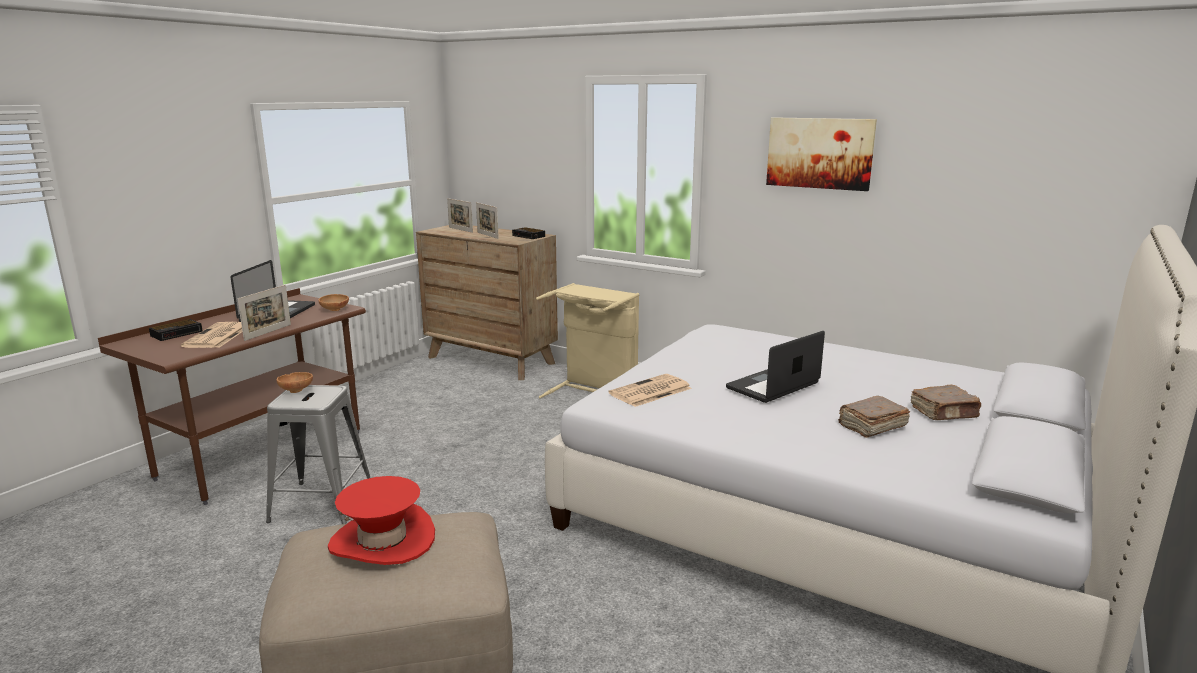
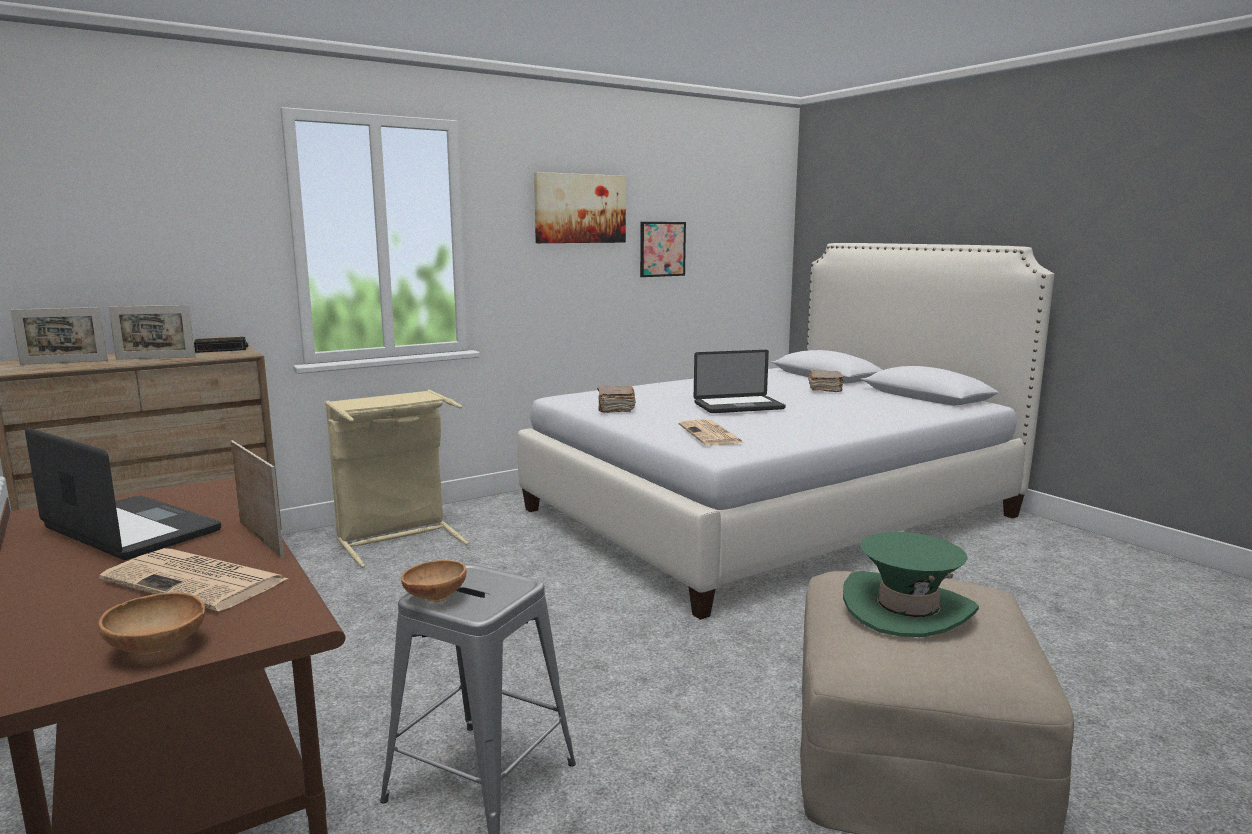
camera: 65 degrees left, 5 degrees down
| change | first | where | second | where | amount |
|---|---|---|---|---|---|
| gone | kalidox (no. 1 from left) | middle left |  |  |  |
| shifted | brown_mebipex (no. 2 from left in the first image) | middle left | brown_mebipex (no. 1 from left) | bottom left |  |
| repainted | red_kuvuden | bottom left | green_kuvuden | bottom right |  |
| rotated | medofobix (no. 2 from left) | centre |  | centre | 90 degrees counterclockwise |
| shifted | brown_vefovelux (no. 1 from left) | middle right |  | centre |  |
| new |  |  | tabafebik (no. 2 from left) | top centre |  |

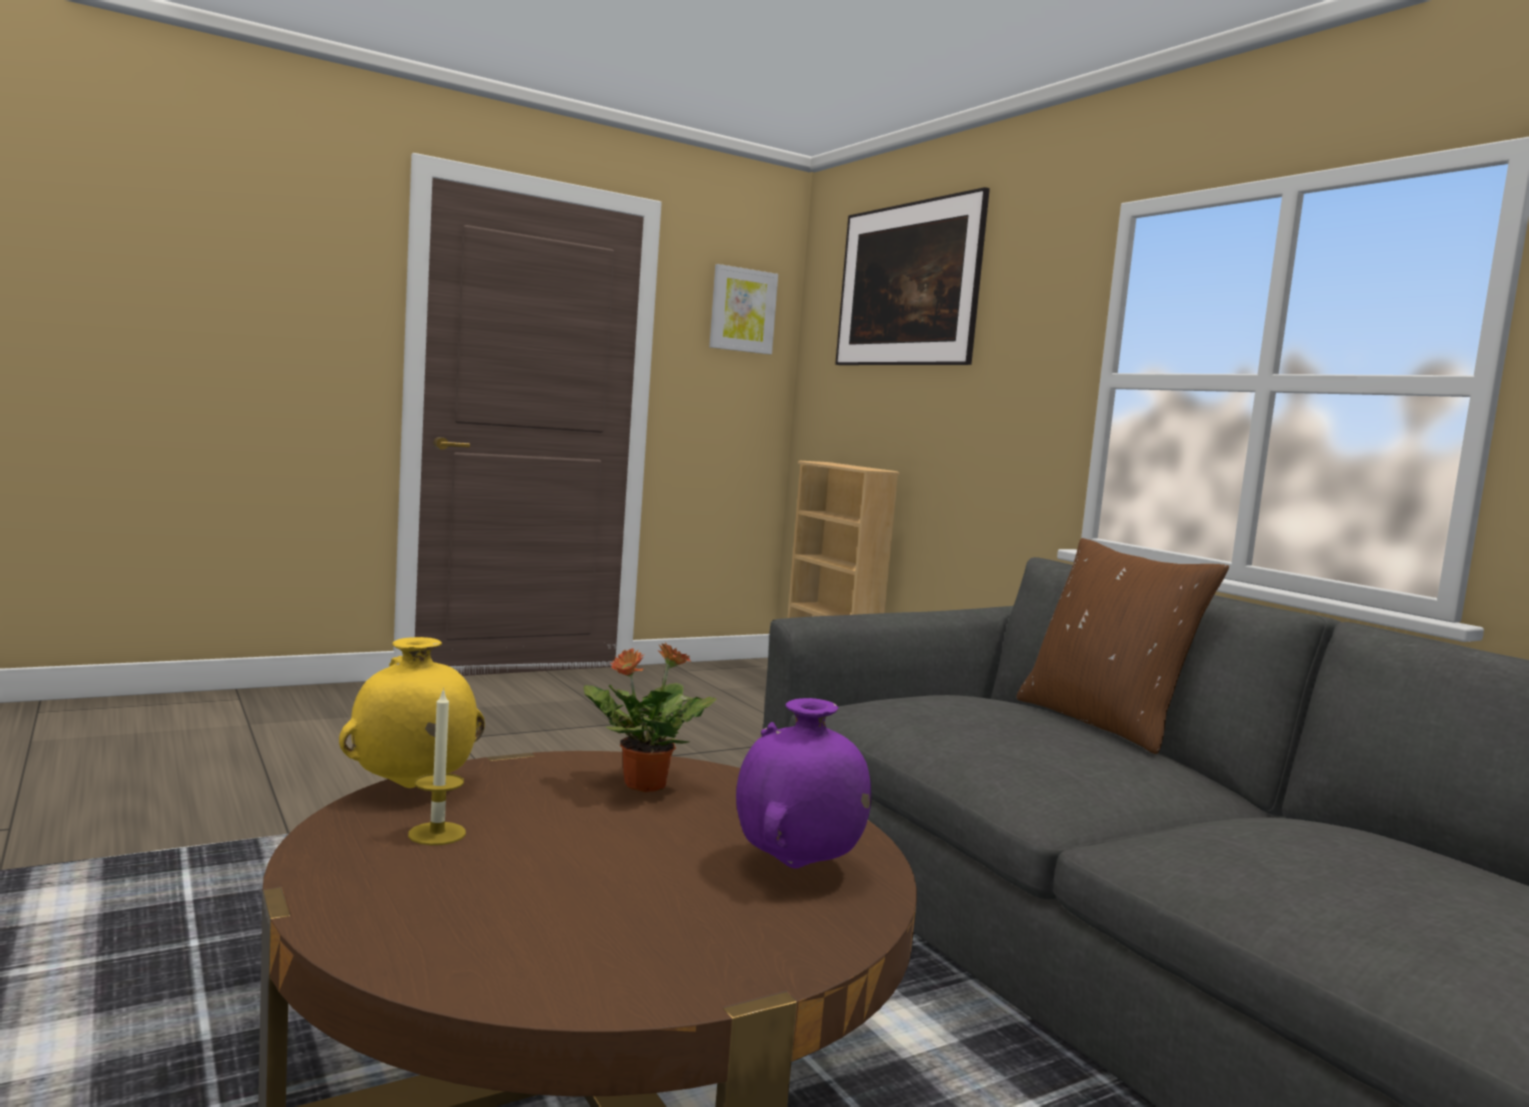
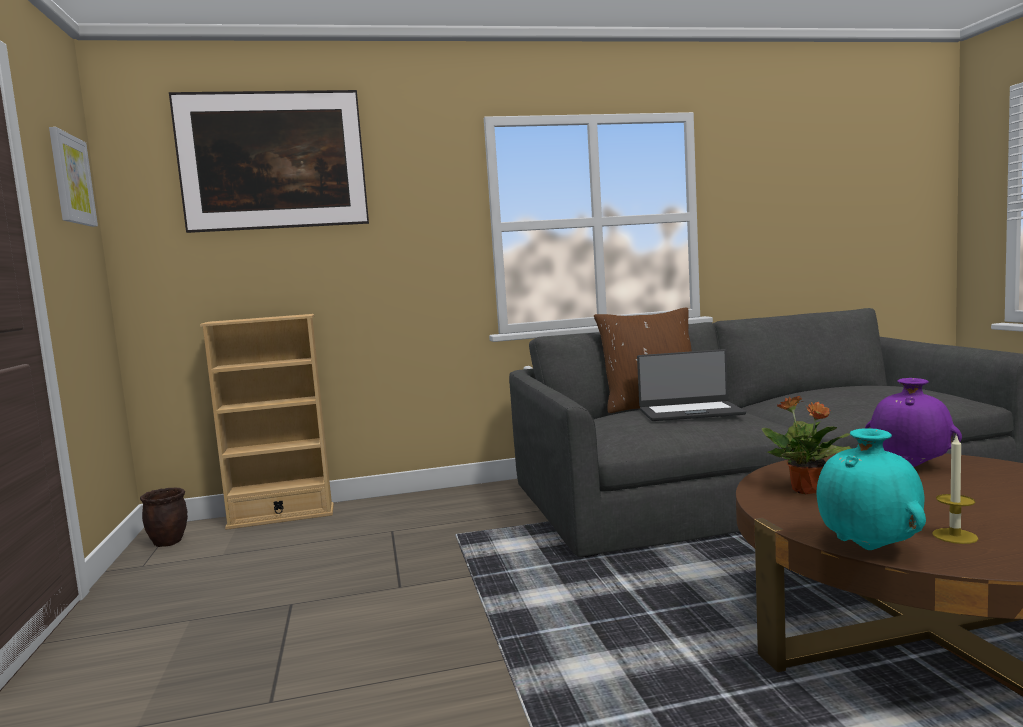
camera: 70 degrees left, 0 degrees up
| change | first | where | second | where | amount |
|---|---|---|---|---|---|
| repainted | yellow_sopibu | middle left | turquoise_sopibu | bottom right |  |
| new |  |  | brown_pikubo | bottom left |  |
| new |  |  | medofobix | middle right |  |

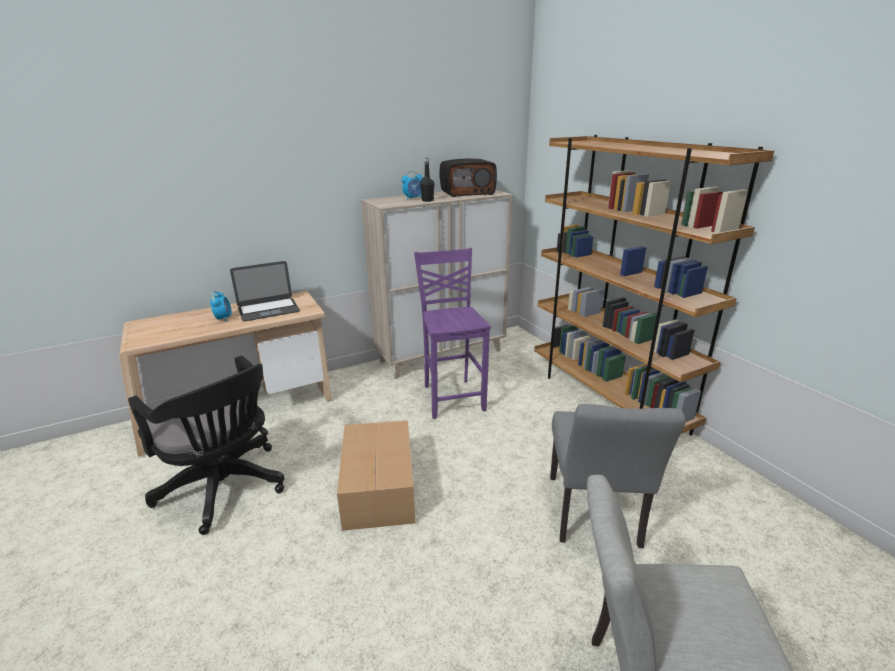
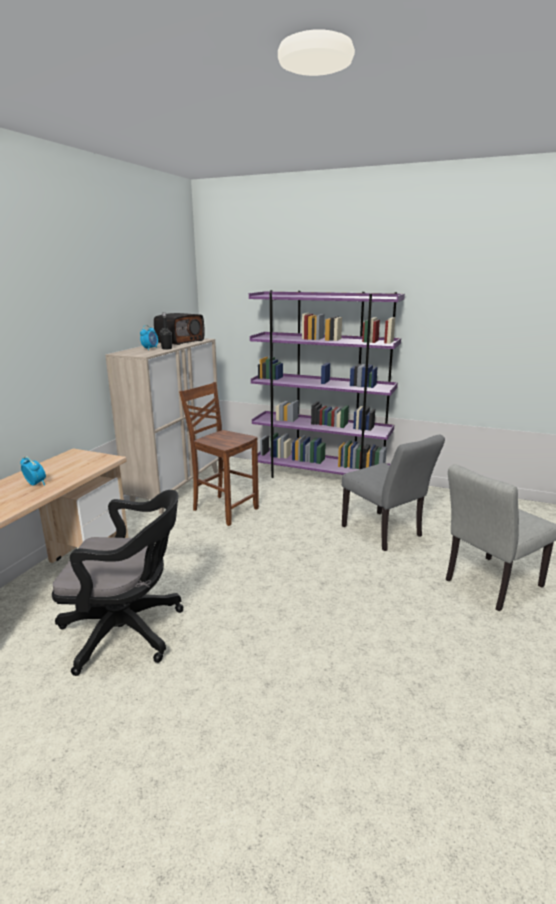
camera: 40 degrees left, 5 degrees down
| change | first | where | second | where | amount |
|---|---|---|---|---|---|
| gone | medofobix | middle left |  |  |  |
| gone | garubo | bottom centre |  |  |  |
| repainted | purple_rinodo | centre | brown_rinodo | centre |  |
| repainted | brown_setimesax | middle right | purple_setimesax | centre |  |

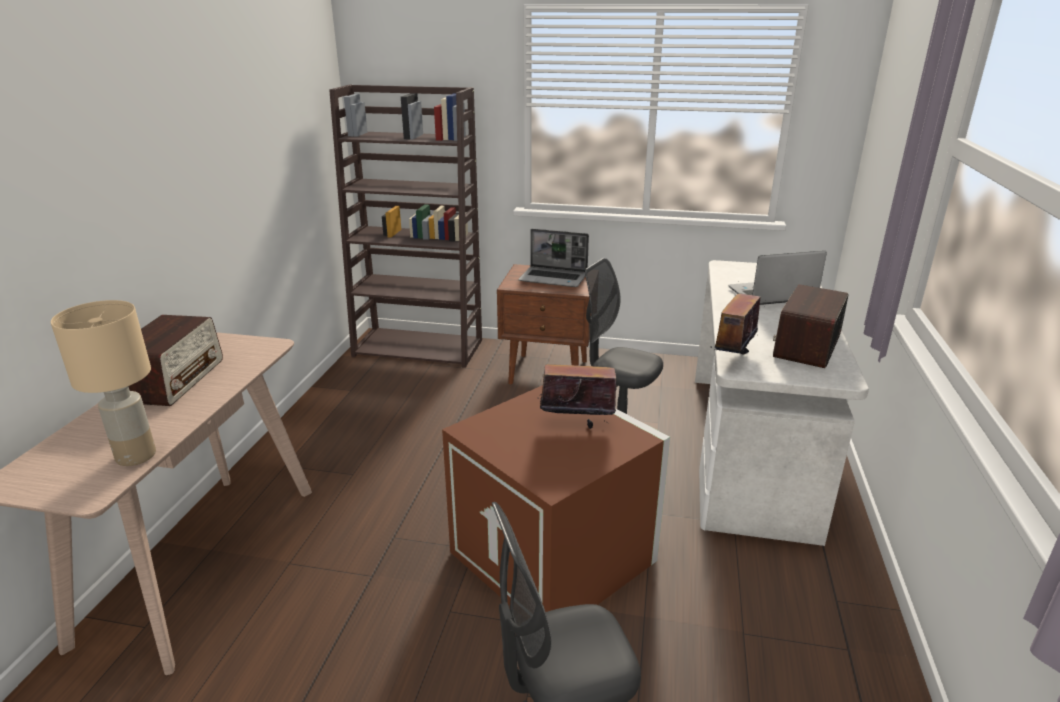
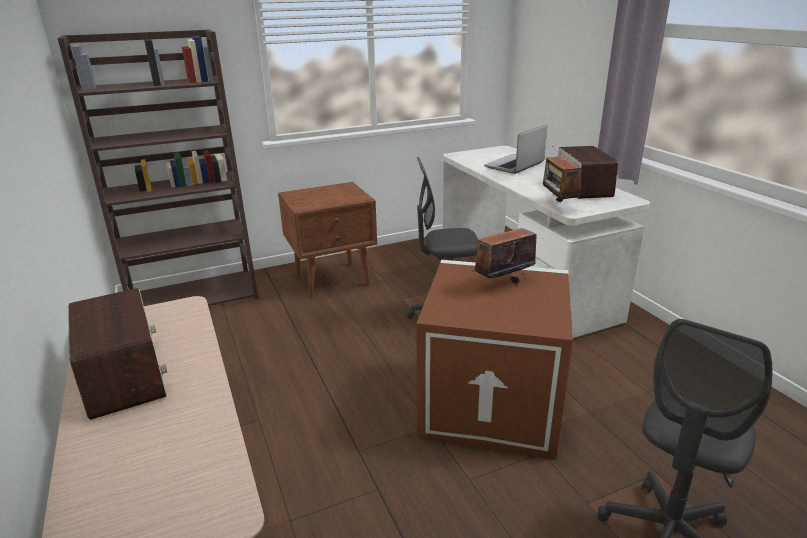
camera: 35 degrees left, 0 degrees up
| change | first | where | second | where | amount |
|---|---|---|---|---|---|
| gone | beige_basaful | middle left |  |  |  |
| gone | medofobix (no. 1 from left) | centre |  |  |  |

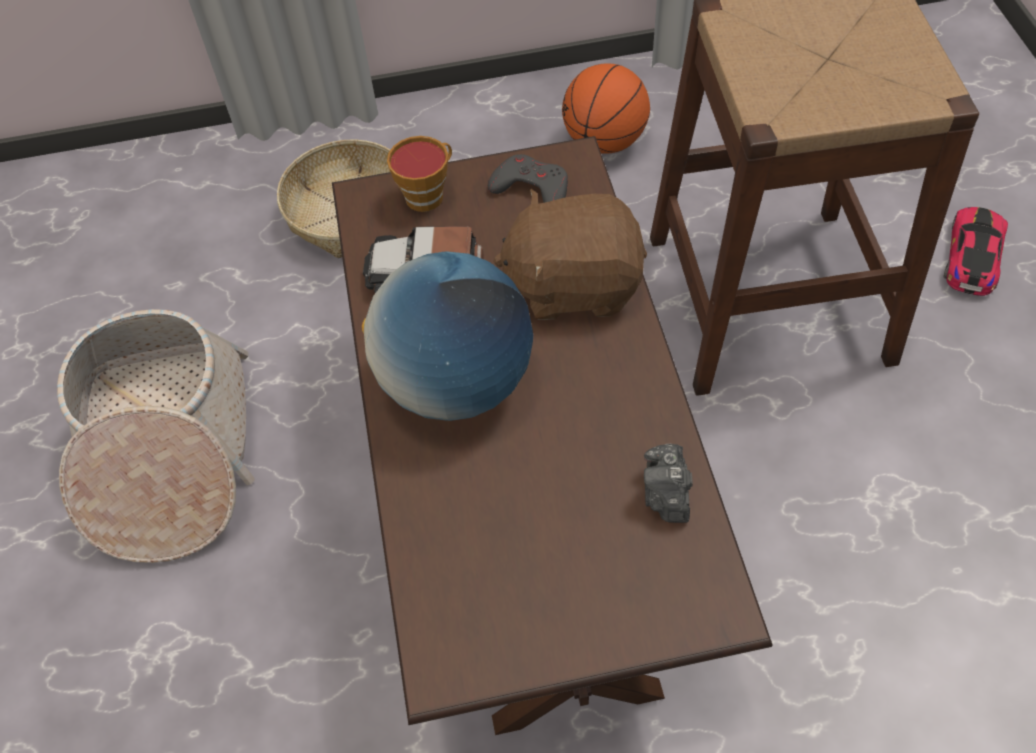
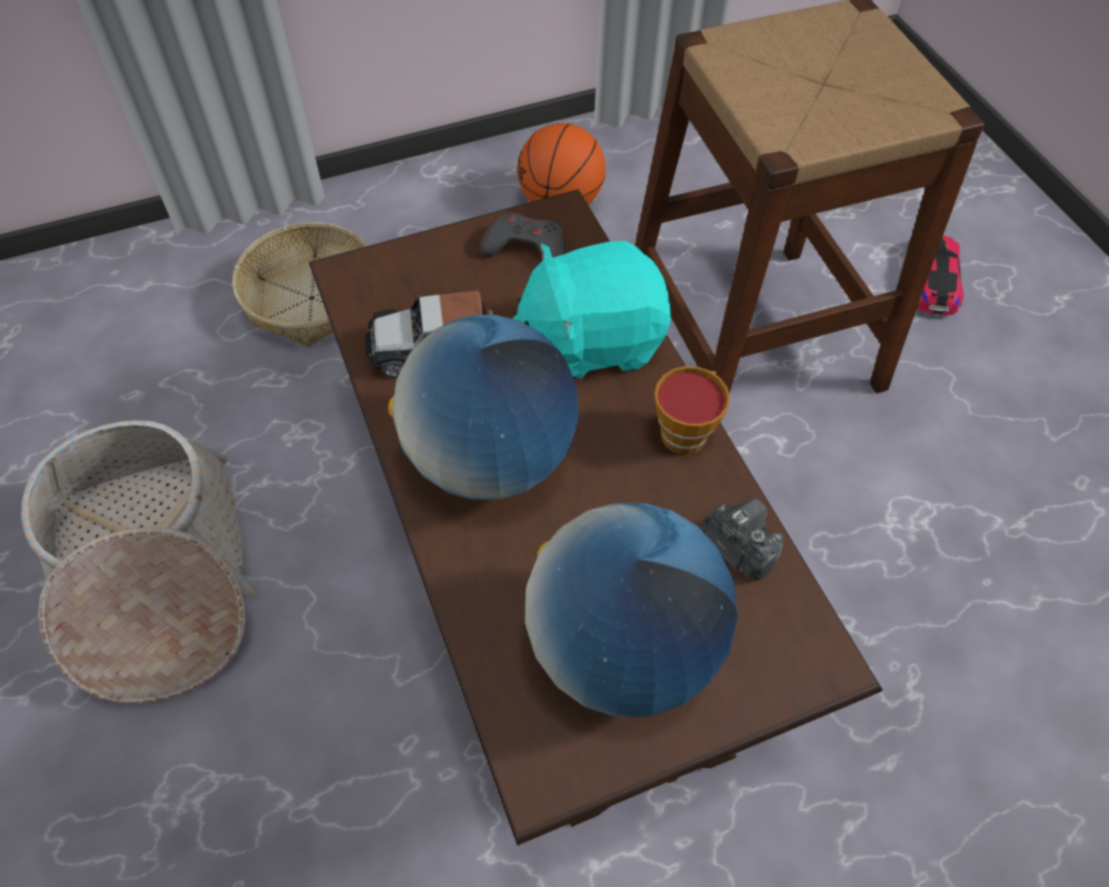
camera: 15 degrees left, 0 degrees up
| change | first | where | second | where | amount |
|---|---|---|---|---|---|
| shifted | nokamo | top centre |  | centre |  |
| repainted | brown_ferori | centre | turquoise_ferori | centre |  |
| rotated | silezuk | centre |  | middle right | 150 degrees clockwise |
| new |  |  | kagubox (no. 2 from left) | bottom centre |  |

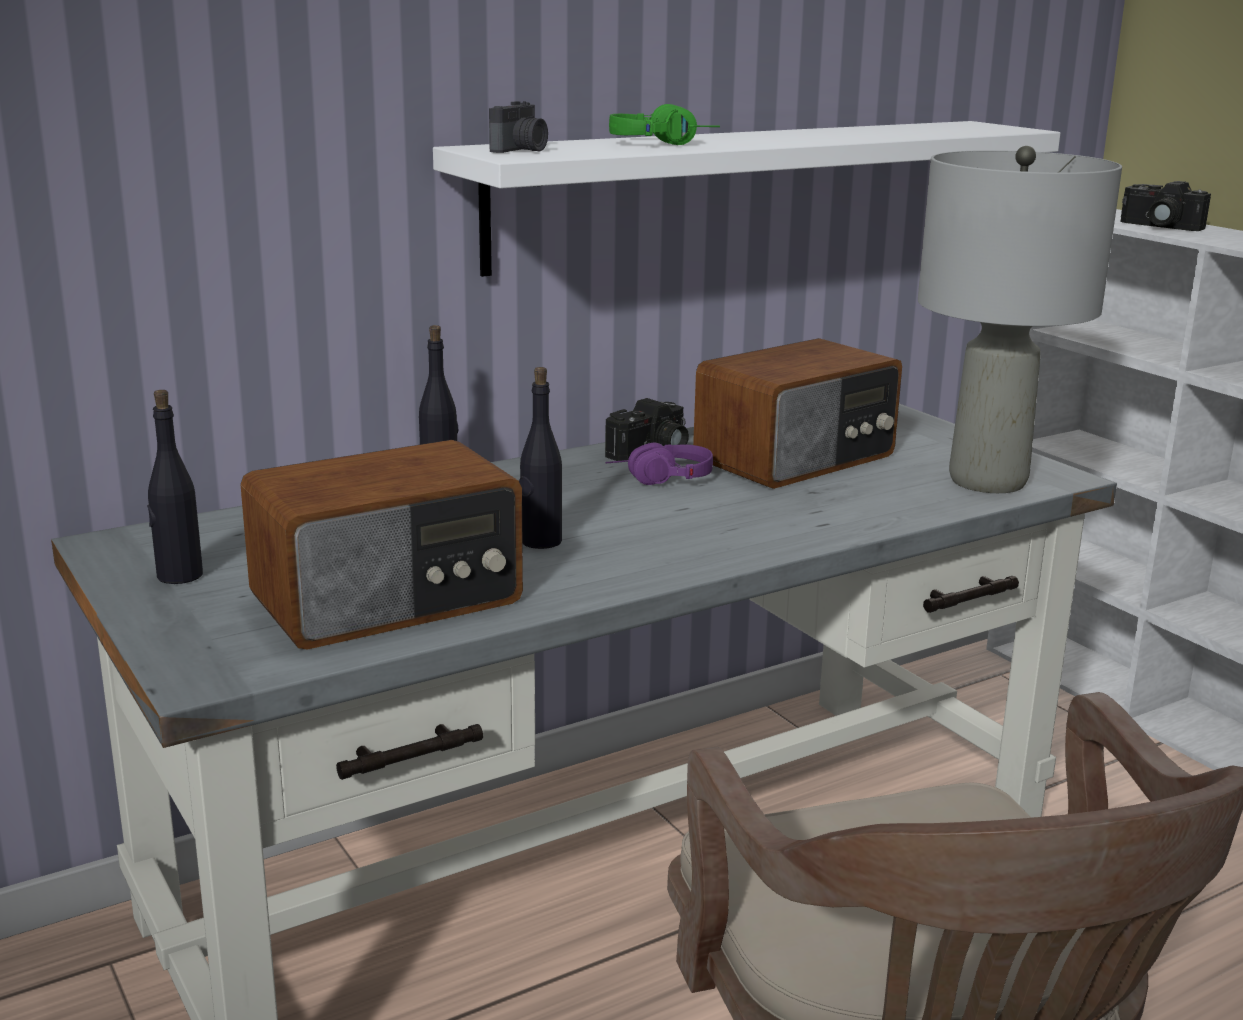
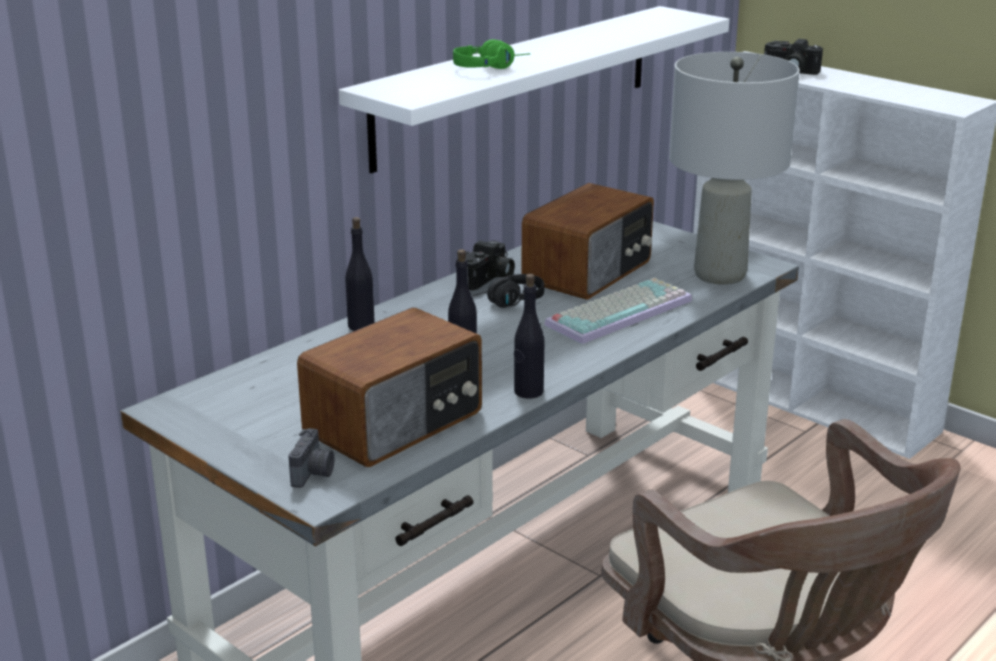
camera: 15 degrees left, 5 degrees up
| change | first | where | second | where | amount |
|---|---|---|---|---|---|
| shifted | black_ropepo (no. 1 from left in the first image) | middle left | black_ropepo (no. 3 from left) | centre |  |
| shifted | silezuk (no. 1 from left) | top centre |  | bottom left |  |
| repainted | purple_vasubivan | centre | black_vasubivan | centre |  |
| new |  |  | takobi | centre |  |

